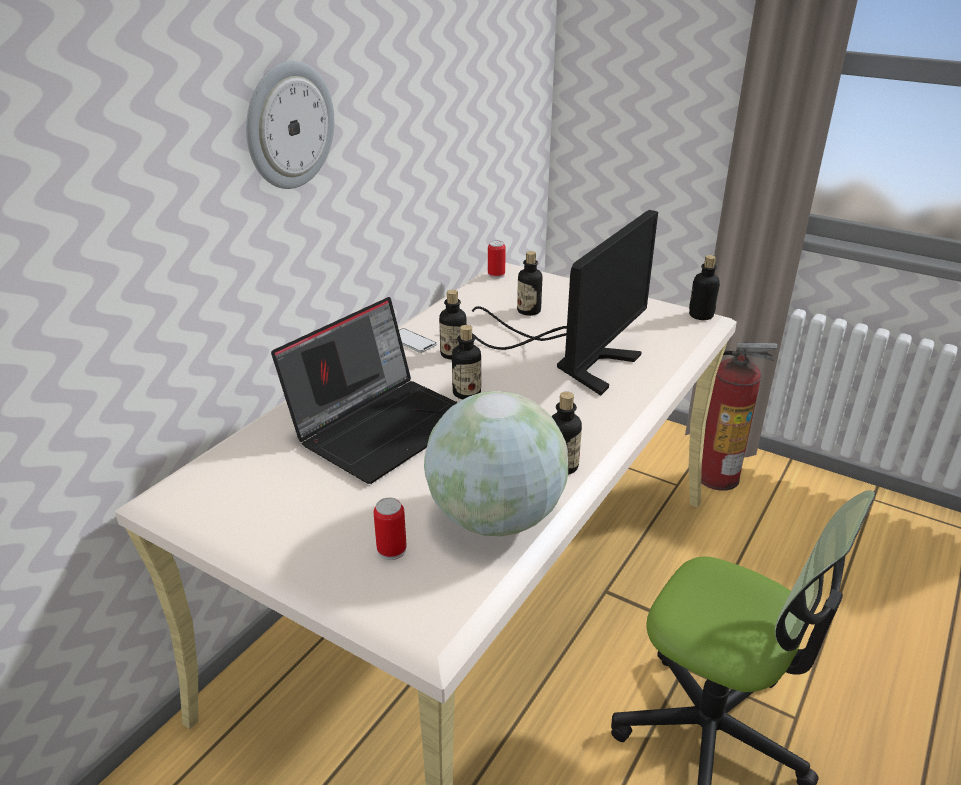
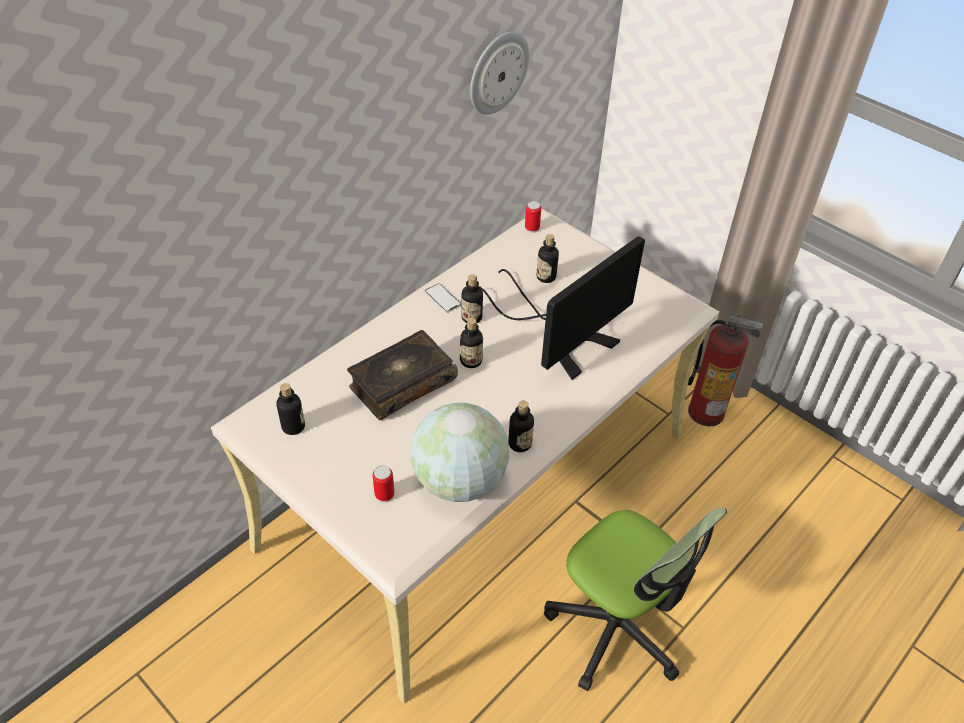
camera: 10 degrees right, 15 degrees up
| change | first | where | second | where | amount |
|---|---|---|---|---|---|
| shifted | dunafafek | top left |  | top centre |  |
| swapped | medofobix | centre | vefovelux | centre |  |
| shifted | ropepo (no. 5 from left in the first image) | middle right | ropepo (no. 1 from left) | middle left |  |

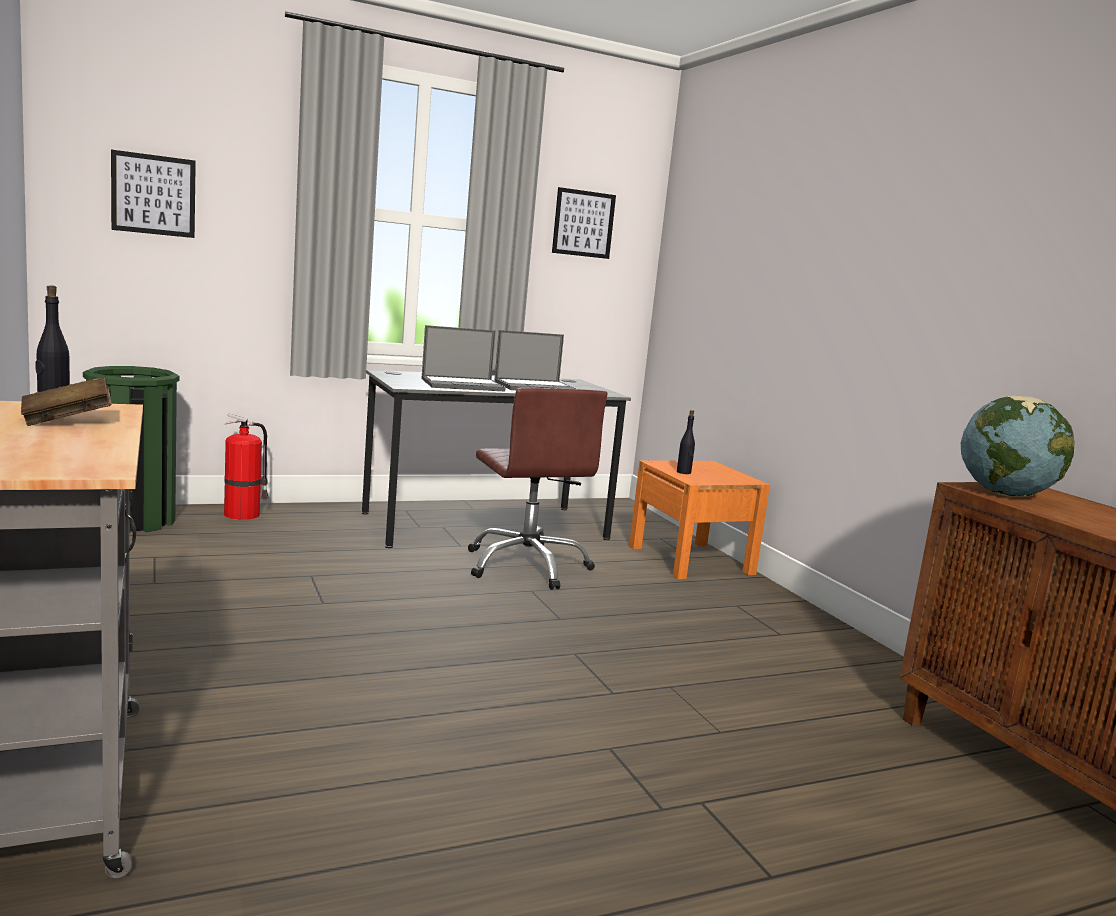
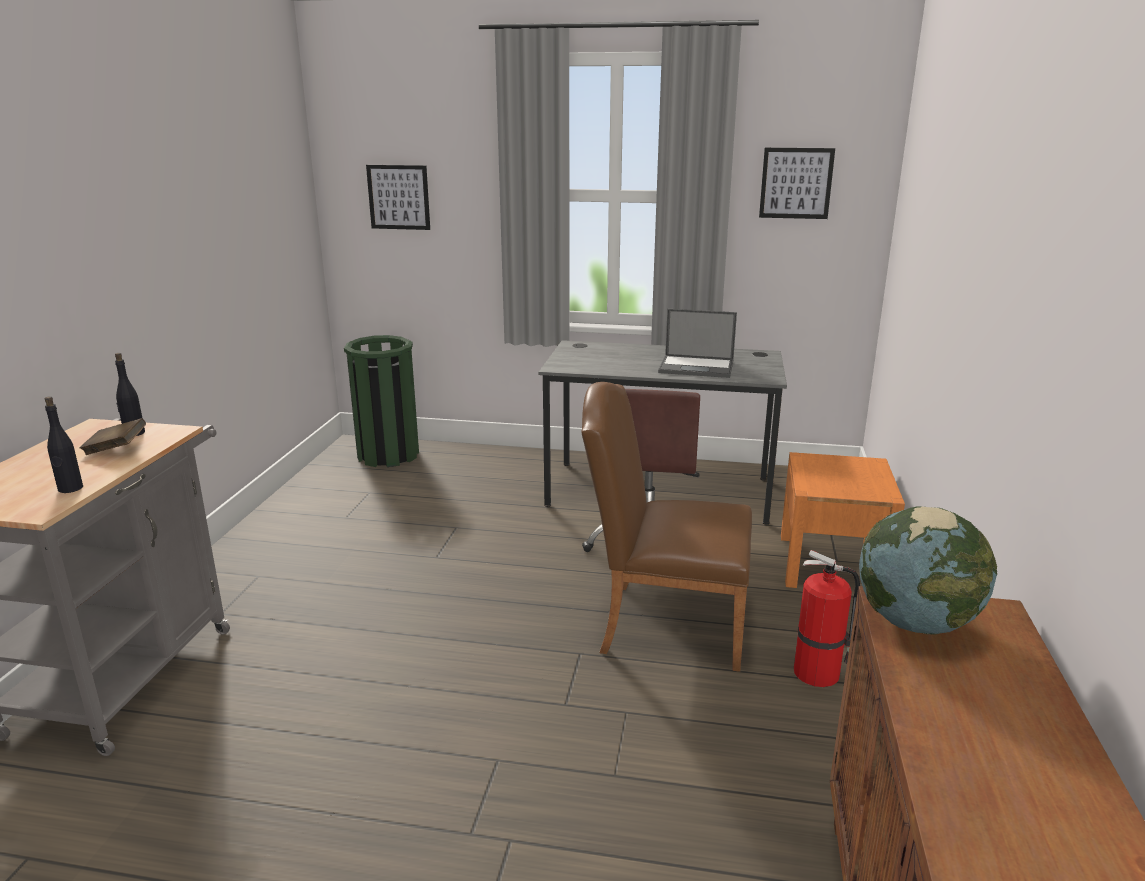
camera: 35 degrees right, 10 degrees up
| change | first | where | second | where | amount |
|---|---|---|---|---|---|
| shifted | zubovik | middle left |  | bottom right |  |
| gone | medofobix (no. 1 from left) | centre |  |  |  |
| shifted | black_ropepo (no. 2 from left in the first image) | centre | black_ropepo (no. 1 from left) | middle left |  |
| new |  |  | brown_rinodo | centre |  |

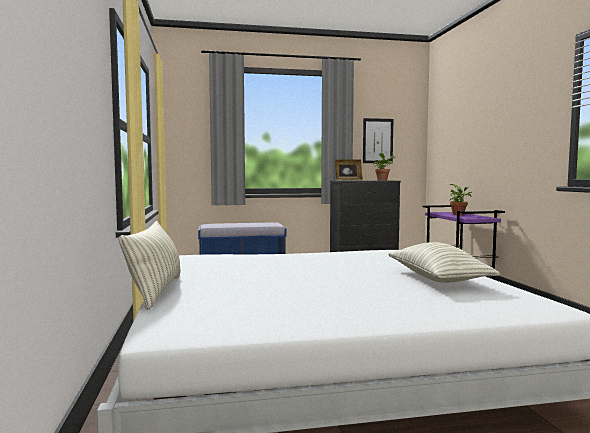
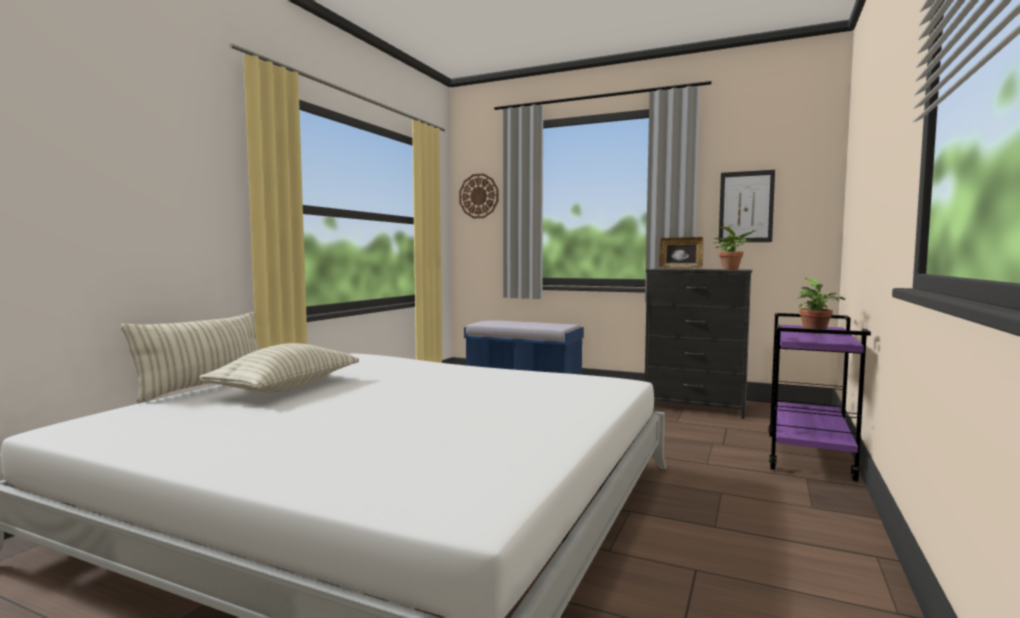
camera: 35 degrees right, 0 degrees up
| change | first | where | second | where | amount |
|---|---|---|---|---|---|
| shifted | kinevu (no. 2 from left) | middle right |  | middle left |  |
| new |  |  | dunafafek | top centre |  |

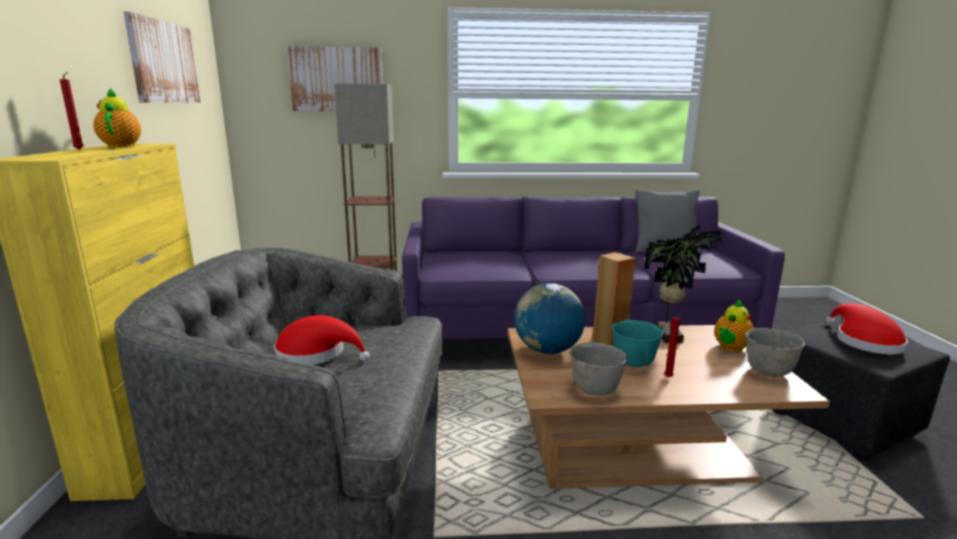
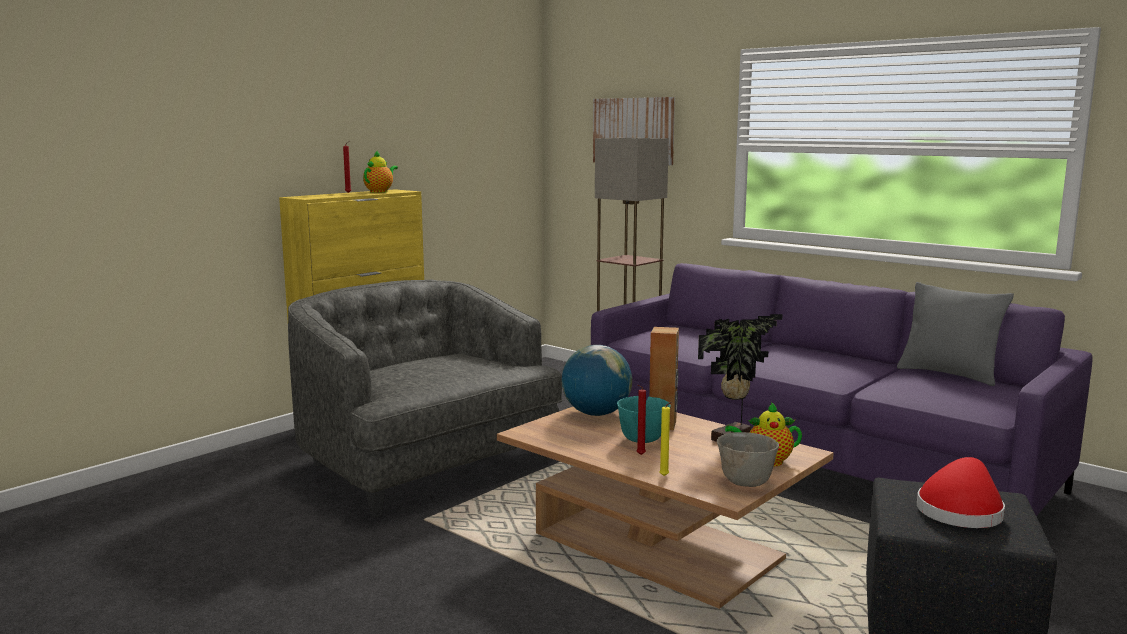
camera: 45 degrees right, 5 degrees down
| change | first | where | second | where | amount |
|---|---|---|---|---|---|
| gone | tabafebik (no. 1 from left) | top left |  |  |  |
| gone | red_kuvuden (no. 1 from left) | centre |  |  |  |
| gone | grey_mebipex (no. 1 from left) | bottom centre |  |  |  |
| new |  |  | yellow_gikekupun | bottom centre |  |

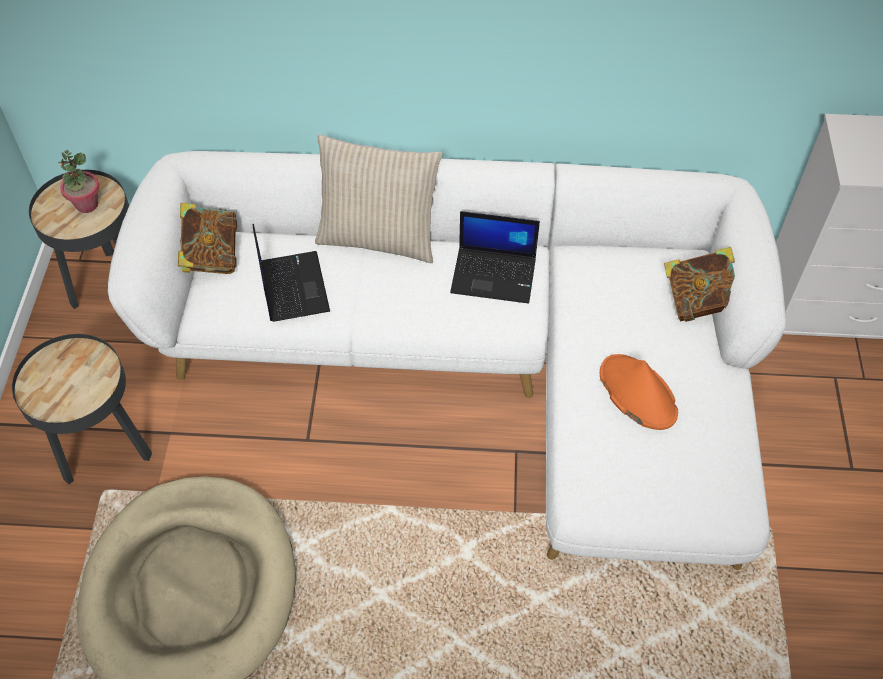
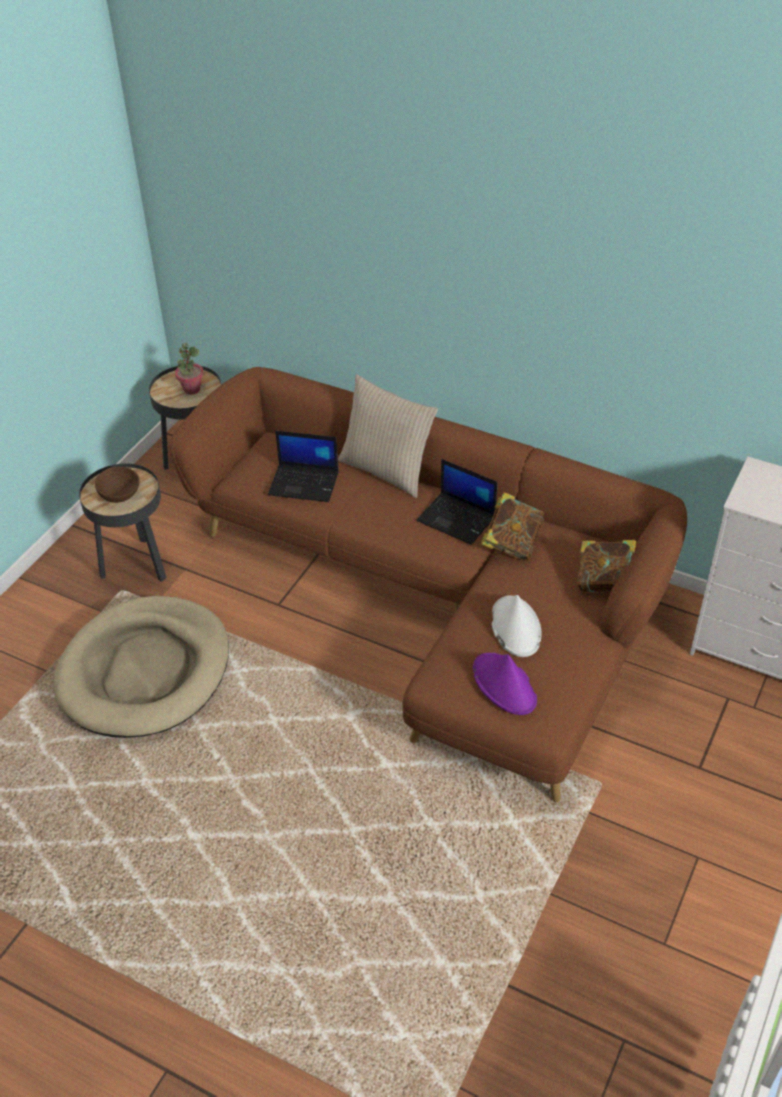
camera: 25 degrees right, 10 degrees down
| change | first | where | second | where | amount |
|---|---|---|---|---|---|
| repainted | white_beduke | centre | brown_beduke | centre |  |
| shifted | vefovelux (no. 1 from left) | middle left |  | centre |  |
| rotated | medofobix (no. 1 from left) | middle left |  | centre | 90 degrees clockwise |
| repainted | orange_kuvuden | middle right | white_kuvuden | centre |  |
| new |  |  | brown_mebipex | middle left |  |
| new |  |  | purple_kuvuden | centre |  |

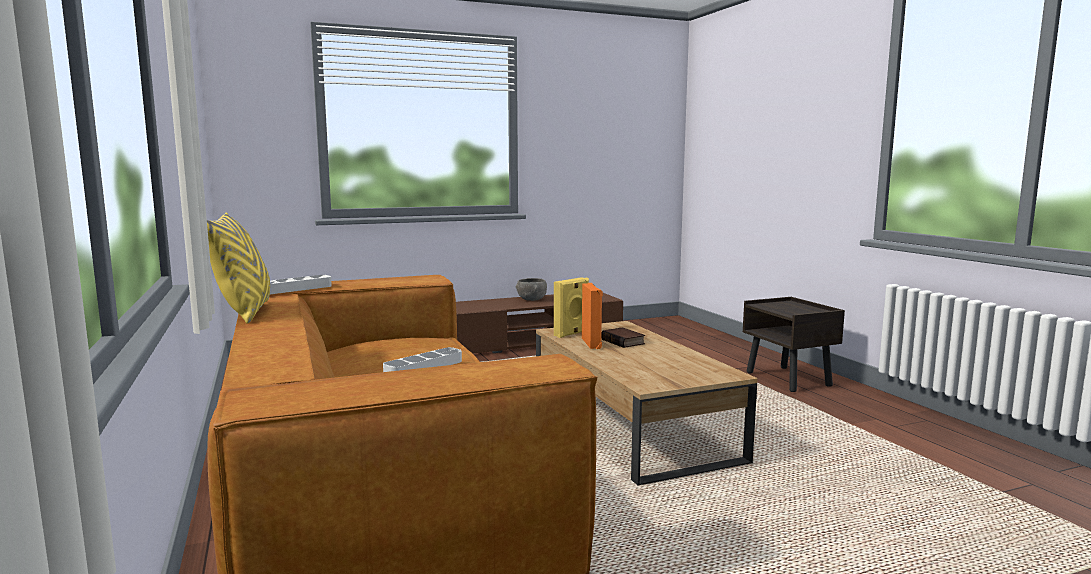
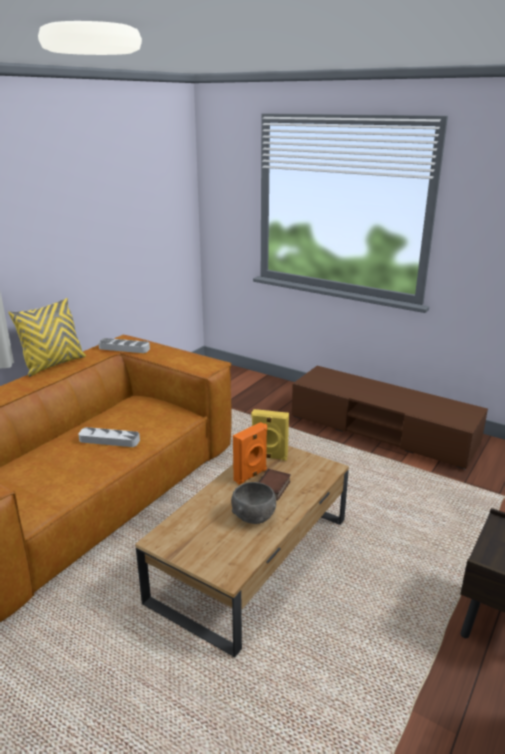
camera: 55 degrees right, 15 degrees up
| change | first | where | second | where | amount |
|---|---|---|---|---|---|
| shifted | grey_mebipex | centre |  | bottom centre |  |

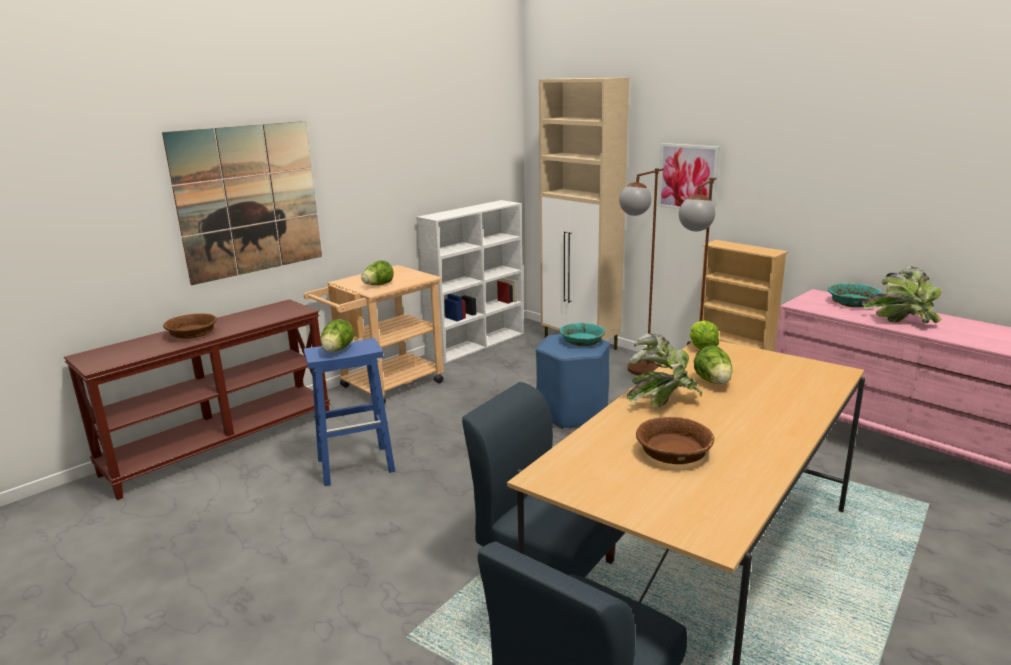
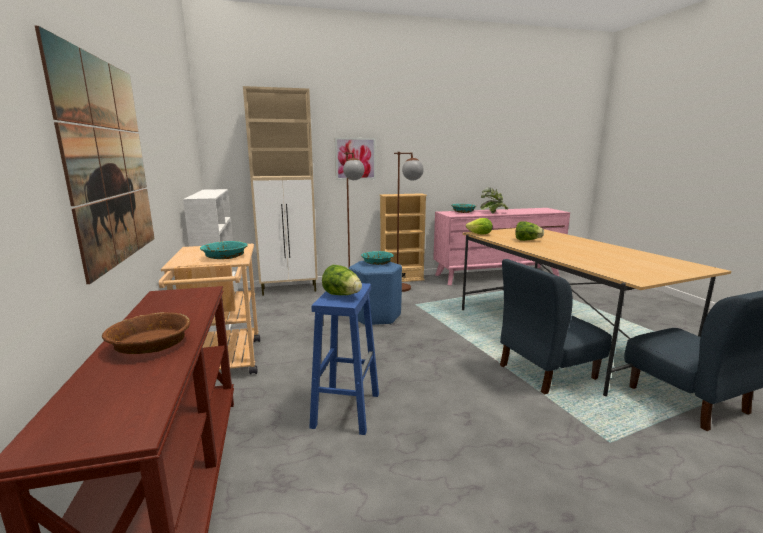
camera: 60 degrees left, 5 degrees down
| change | first | where | second | where | amount |
|---|---|---|---|---|---|
| swapped | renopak (no. 2 from left) | centre | turquoise_mebipex (no. 1 from left) | middle left |  |
| gone | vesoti (no. 1 from left) | centre |  |  |  |
| gone | brown_mebipex (no. 2 from left) | middle right |  |  |  |

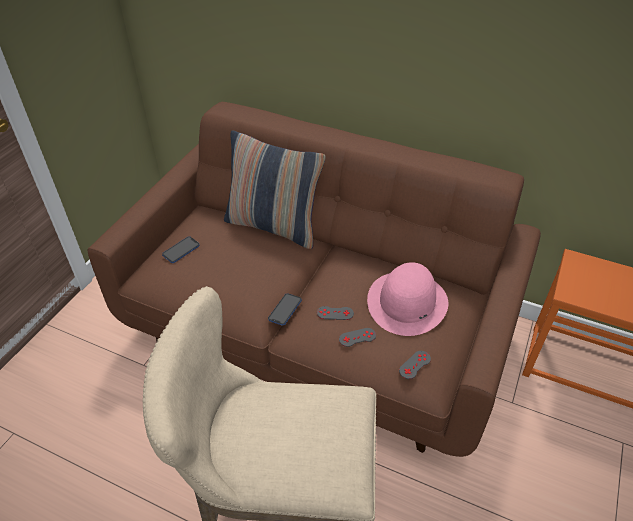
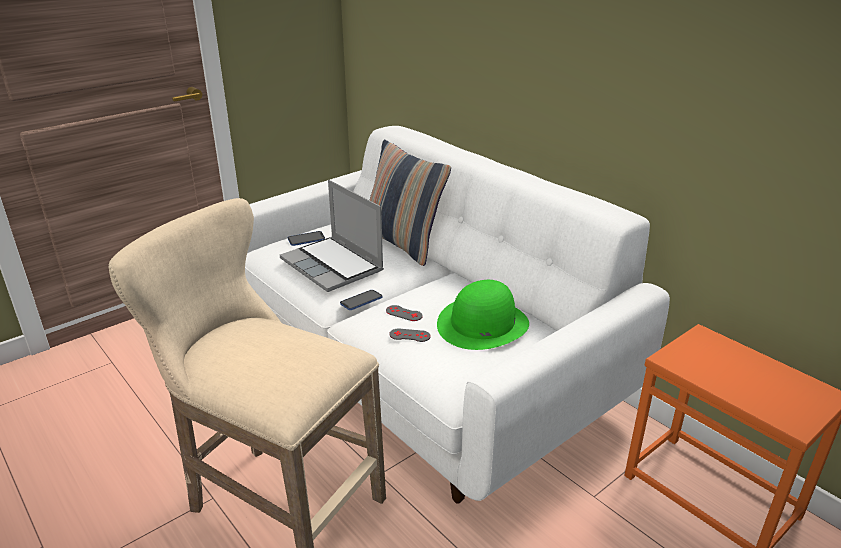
camera: 25 degrees right, 15 degrees down
| change | first | where | second | where | amount |
|---|---|---|---|---|---|
| repainted | brown_beduke | centre | white_beduke | centre |  |
| repainted | pink_kuvuden | centre | green_kuvuden | centre |  |
| gone | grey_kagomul (no. 3 from left) | bottom centre |  |  |  |
| new |  |  | medofobix | centre |  |

